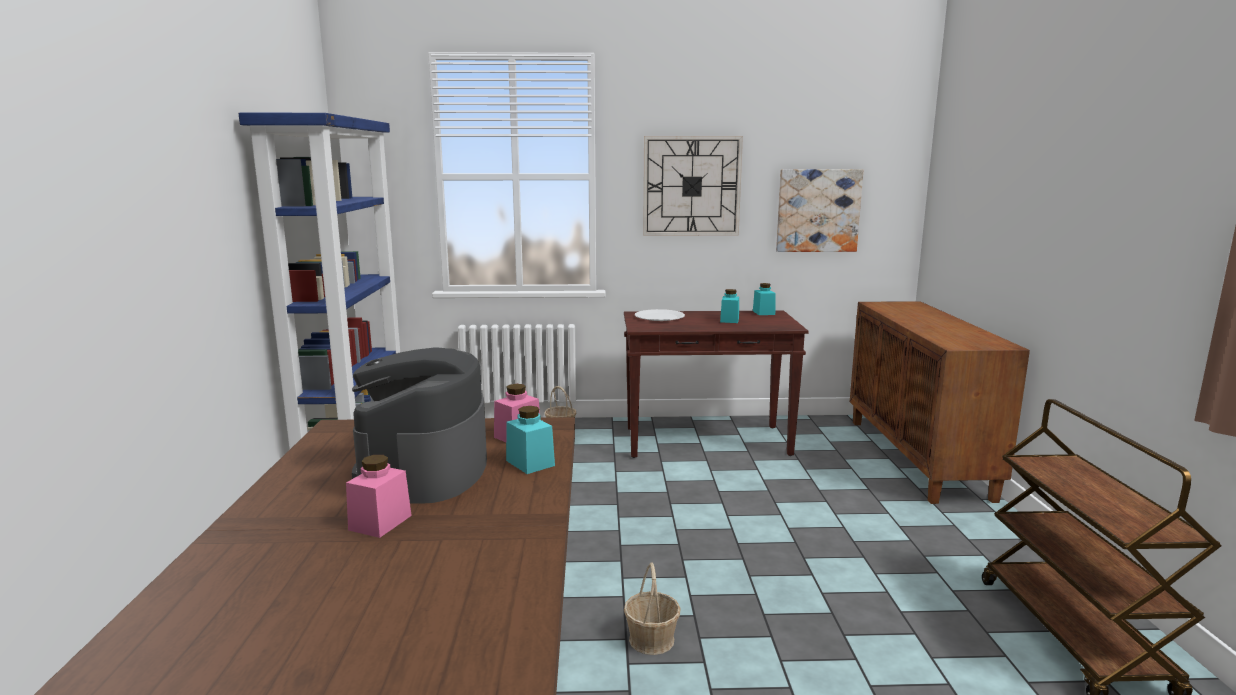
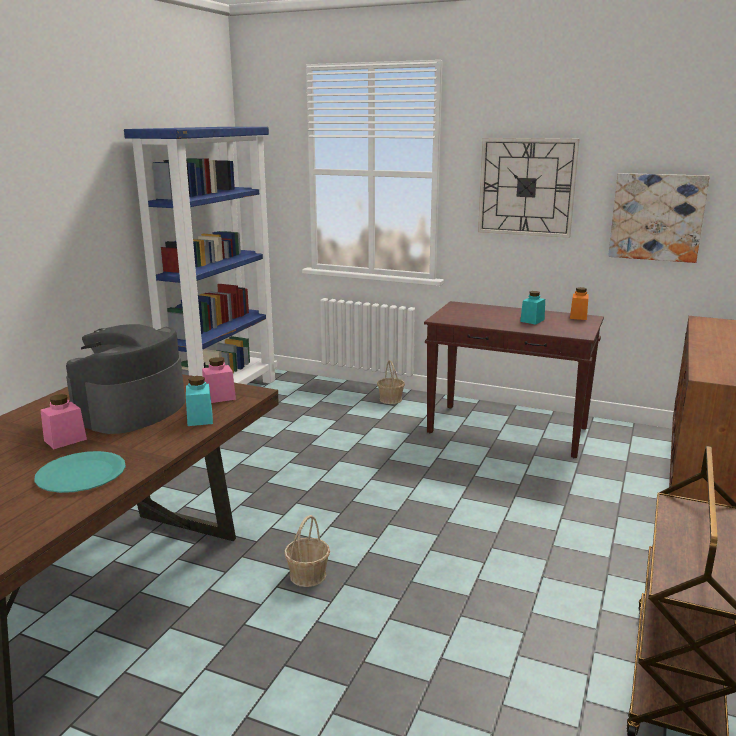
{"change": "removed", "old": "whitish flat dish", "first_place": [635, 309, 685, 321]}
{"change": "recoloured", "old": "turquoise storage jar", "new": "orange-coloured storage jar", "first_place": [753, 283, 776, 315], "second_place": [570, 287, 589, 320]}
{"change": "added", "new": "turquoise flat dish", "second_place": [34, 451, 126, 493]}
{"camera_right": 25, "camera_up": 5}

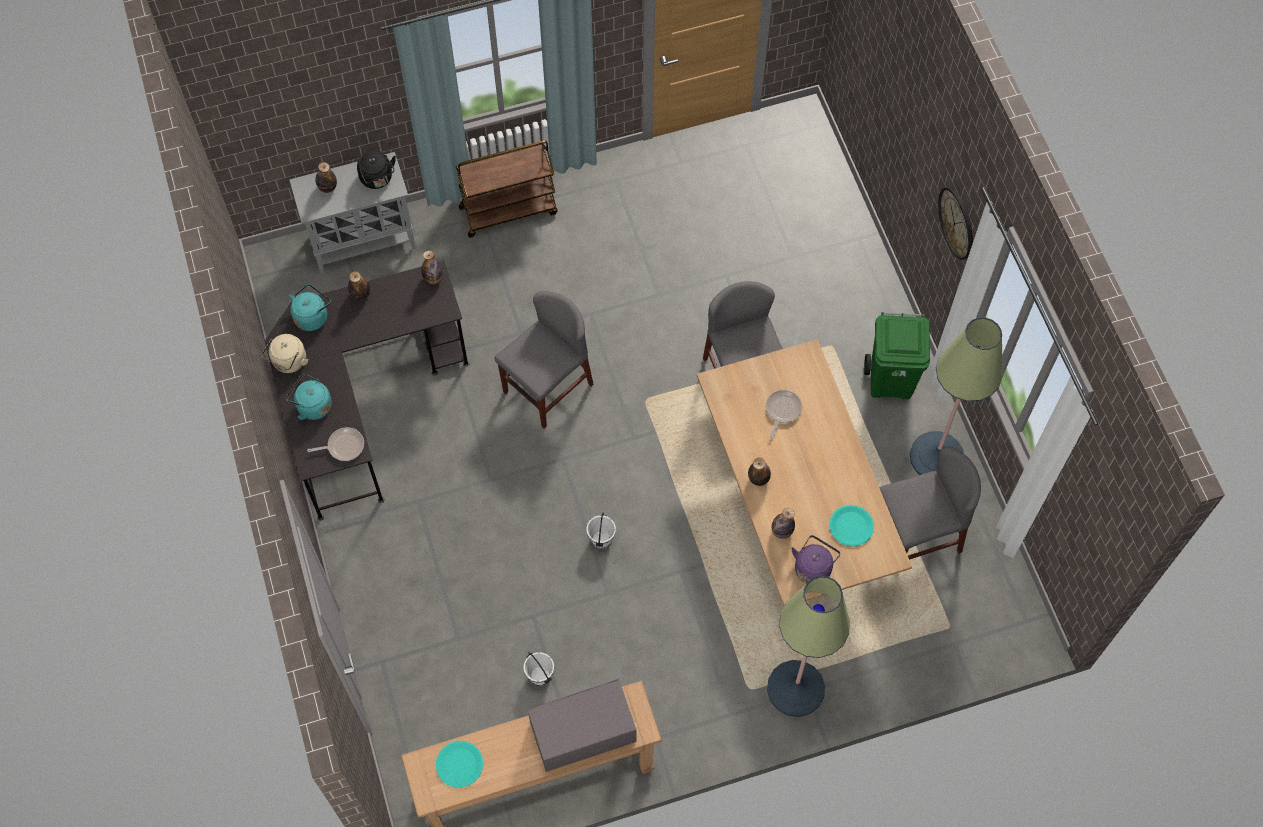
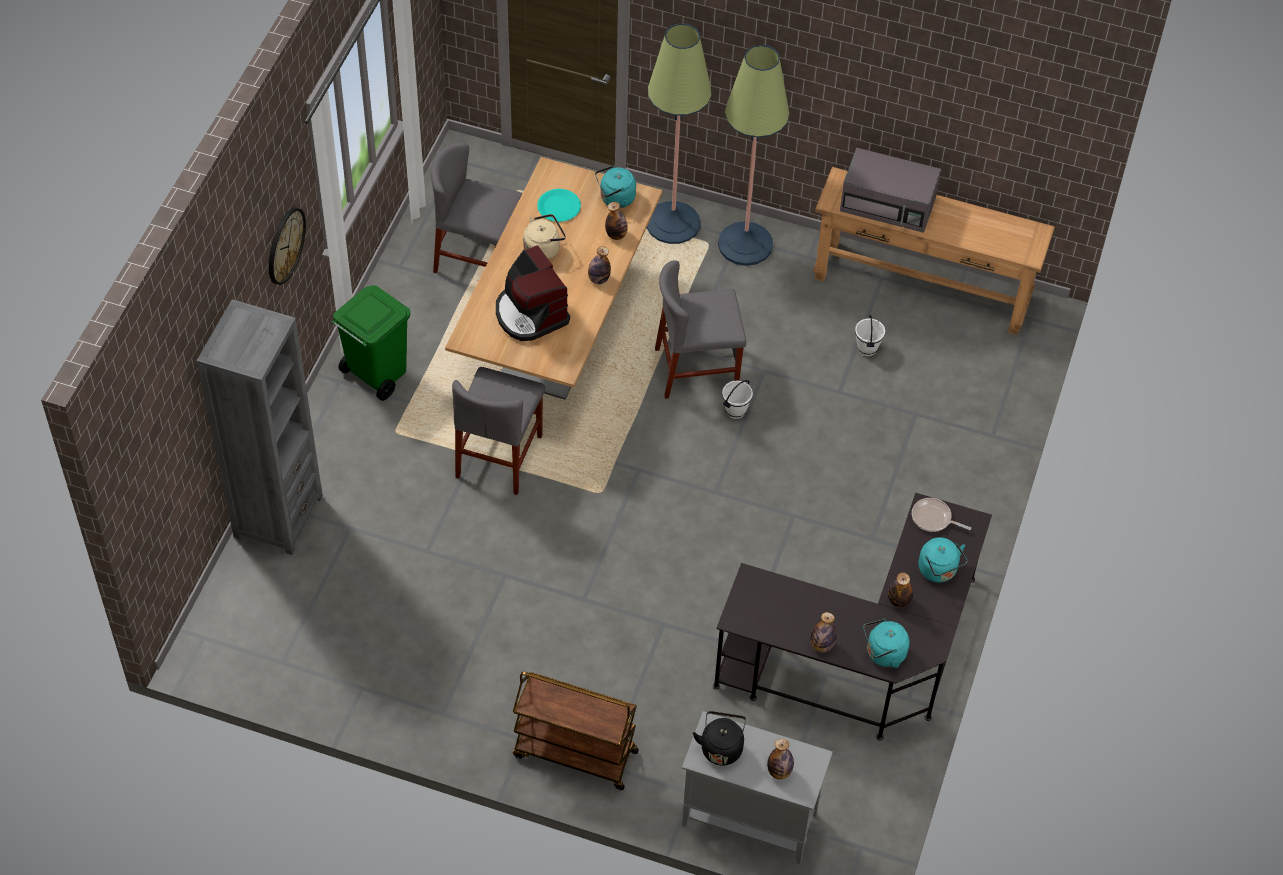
{"change": "moved", "old": "beige kettle", "first_place": [261, 334, 308, 373], "second_place": [523, 214, 566, 260]}
{"change": "moved", "old": "beverage bottle", "first_place": [421, 250, 443, 284], "second_place": [888, 573, 913, 608]}
{"change": "removed", "old": "turquoise flat dish", "first_place": [436, 741, 483, 788]}
{"change": "moved", "old": "greyish chair", "first_place": [495, 291, 594, 429], "second_place": [655, 260, 746, 399]}
{"change": "replaced", "old": "pan", "new": "coffee maker", "first_place": [766, 390, 802, 438], "second_place": [496, 245, 570, 341]}
{"change": "recoloured", "old": "purple-coloured kettle", "new": "turquoise kettle", "first_place": [791, 535, 840, 583], "second_place": [595, 165, 636, 208]}
{"change": "moved", "old": "standing lamp", "first_place": [909, 317, 1003, 475], "second_place": [718, 45, 790, 266]}
{"change": "added", "new": "greyish bookshelf", "second_place": [197, 299, 323, 555]}
{"camera_right": -145, "camera_up": -10}

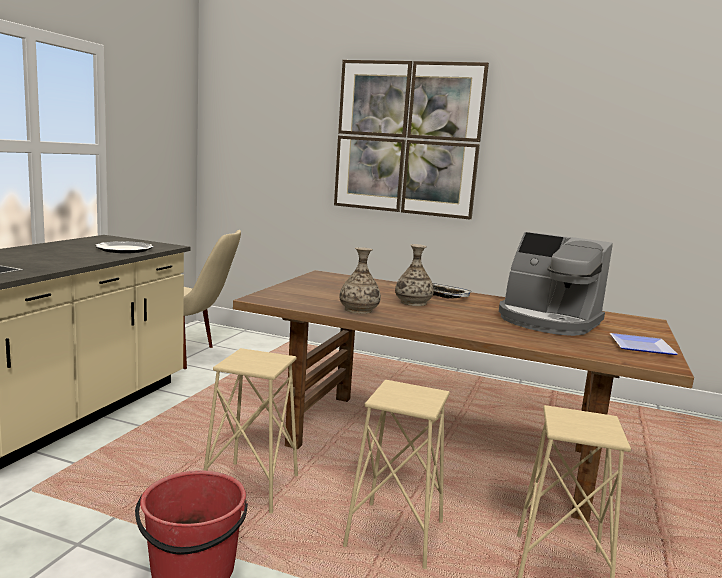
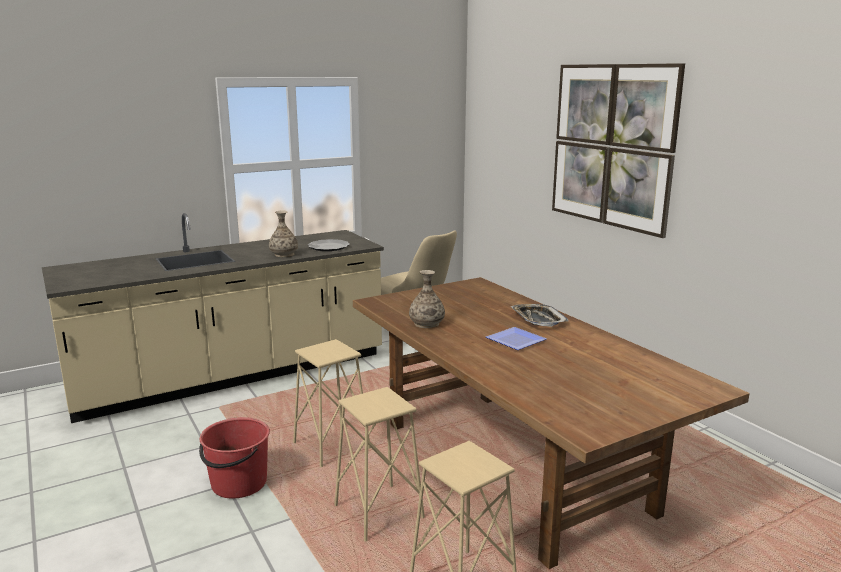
{"change": "moved", "old": "vase", "first_place": [395, 244, 434, 306], "second_place": [269, 211, 298, 257]}
{"change": "removed", "old": "coffee maker", "first_place": [499, 232, 613, 336]}
{"change": "moved", "old": "flat dish", "first_place": [610, 333, 678, 355], "second_place": [486, 327, 547, 350]}
{"camera_right": 40, "camera_up": 5}

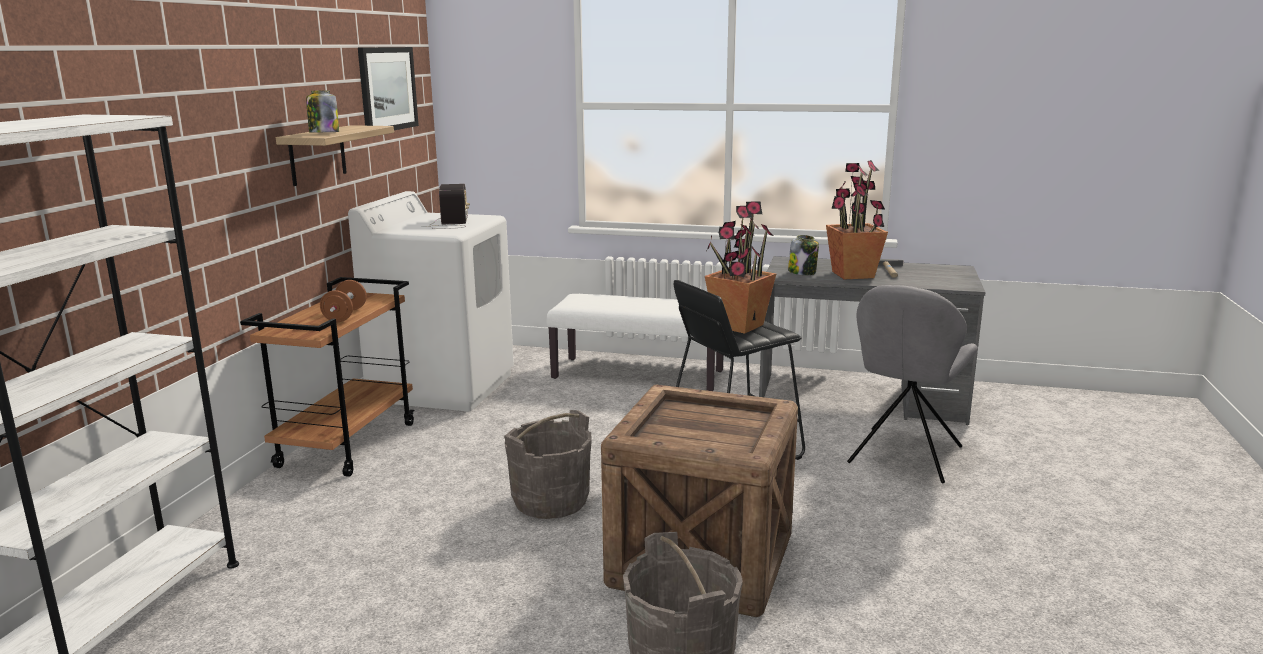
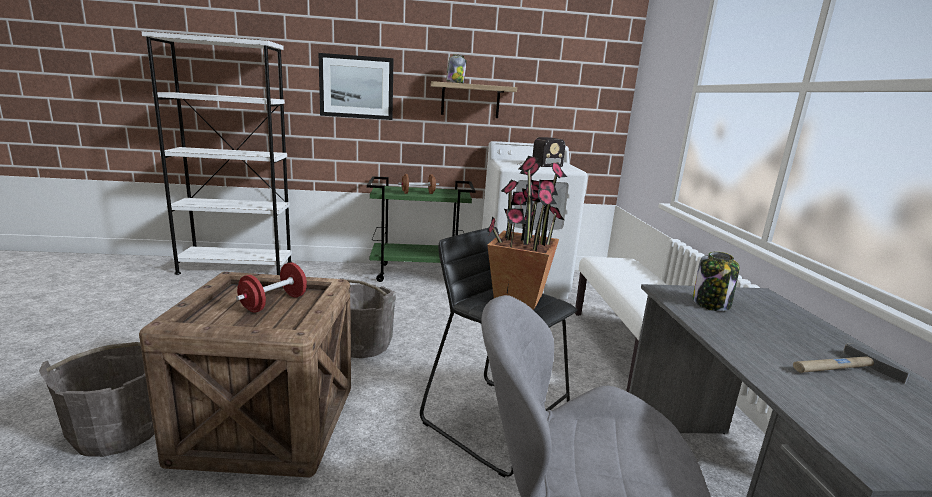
{"change": "recoloured", "old": "brownish trolley", "new": "greenish trolley", "first_place": [240, 277, 415, 477], "second_place": [367, 176, 475, 282]}
{"change": "moved", "old": "picture", "first_place": [358, 47, 419, 130], "second_place": [319, 53, 394, 120]}
{"change": "removed", "old": "houseplant", "first_place": [826, 160, 888, 280]}
{"change": "added", "new": "red hand weight", "second_place": [236, 262, 307, 313]}
{"camera_right": 70, "camera_up": 0}

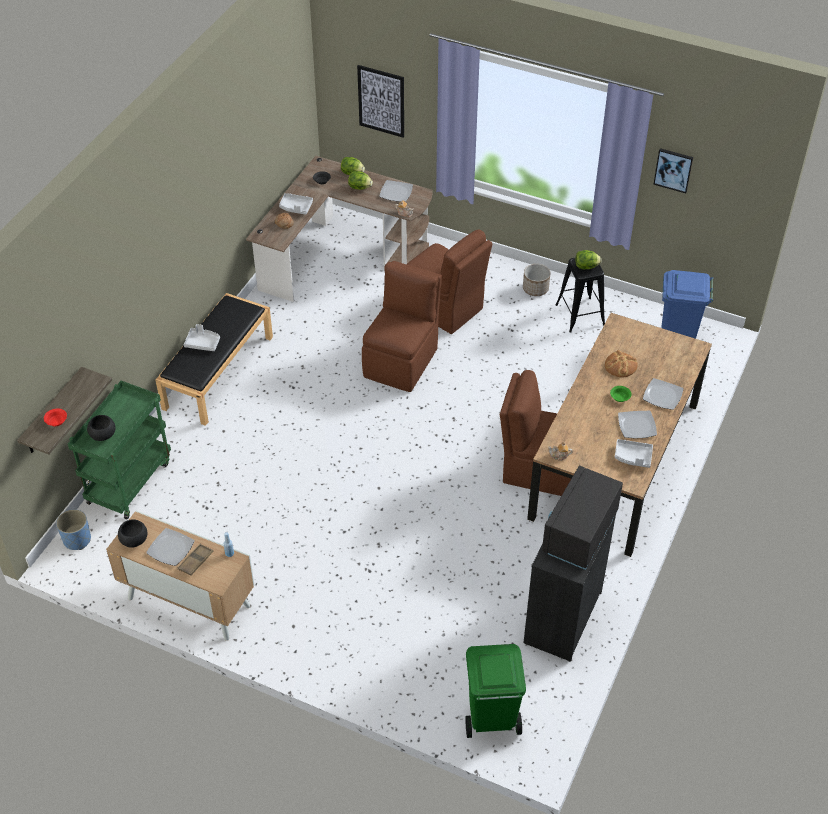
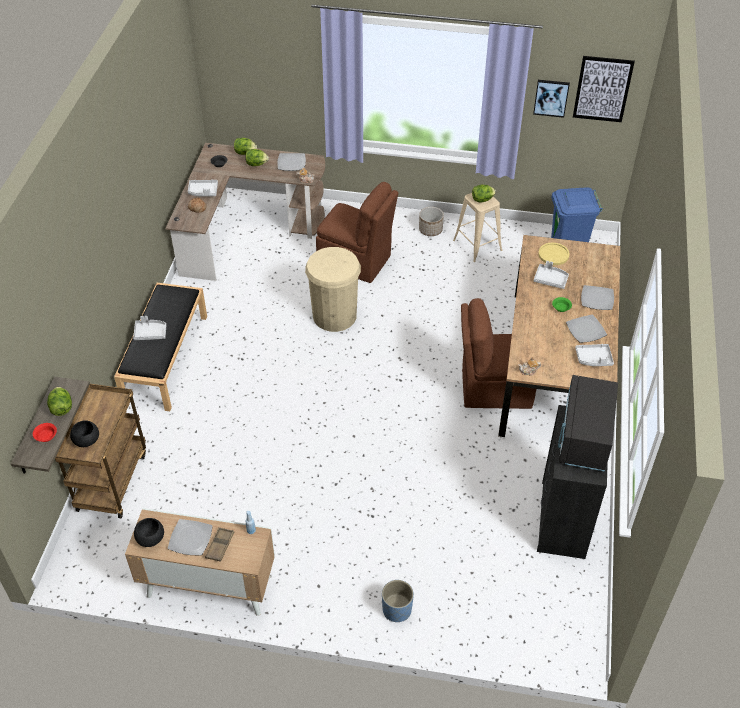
{"change": "moved", "old": "blue plant pot", "first_place": [56, 510, 91, 550], "second_place": [382, 580, 414, 622]}
{"change": "recoloured", "old": "greenish trolley", "new": "brownish trolley", "first_place": [68, 381, 171, 520], "second_place": [55, 384, 146, 518]}
{"change": "moved", "old": "picture", "first_place": [357, 65, 404, 138], "second_place": [573, 56, 635, 122]}
{"change": "replaced", "old": "brownish chair", "new": "beige rubbish bin", "first_place": [362, 261, 442, 392], "second_place": [305, 247, 361, 332]}
{"change": "removed", "old": "greenish rubbish bin", "first_place": [465, 644, 526, 738]}
{"change": "recoloured", "old": "blackish sitting stool", "new": "beige sitting stool", "first_place": [556, 258, 605, 333], "second_place": [453, 193, 502, 262]}
{"change": "replaced", "old": "bakery bread", "new": "greyish serving tray", "first_place": [605, 350, 638, 378], "second_place": [534, 261, 569, 289]}
{"change": "added", "new": "lettuce", "second_place": [47, 387, 72, 416]}
{"change": "added", "new": "yellow flat dish", "second_place": [538, 243, 570, 265]}
{"camera_right": -15, "camera_up": 0}

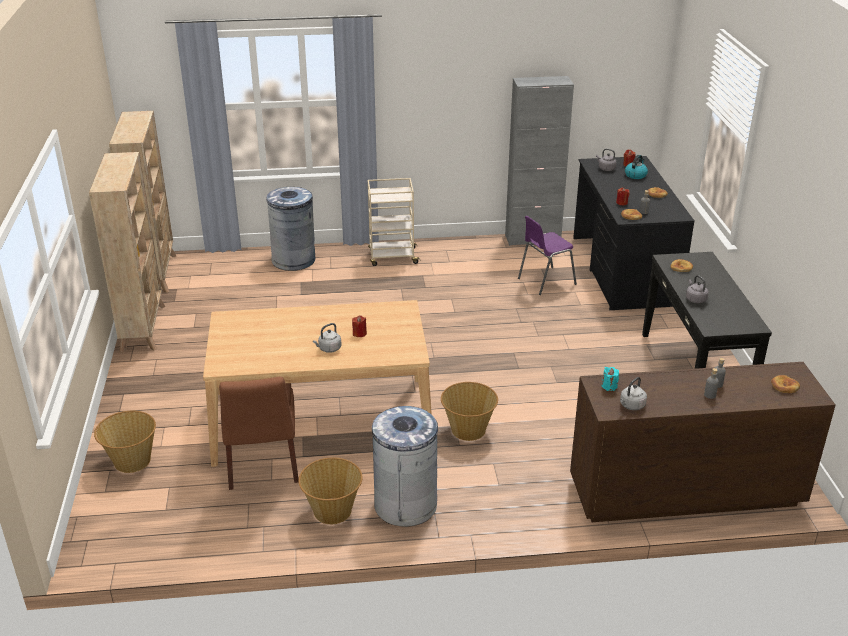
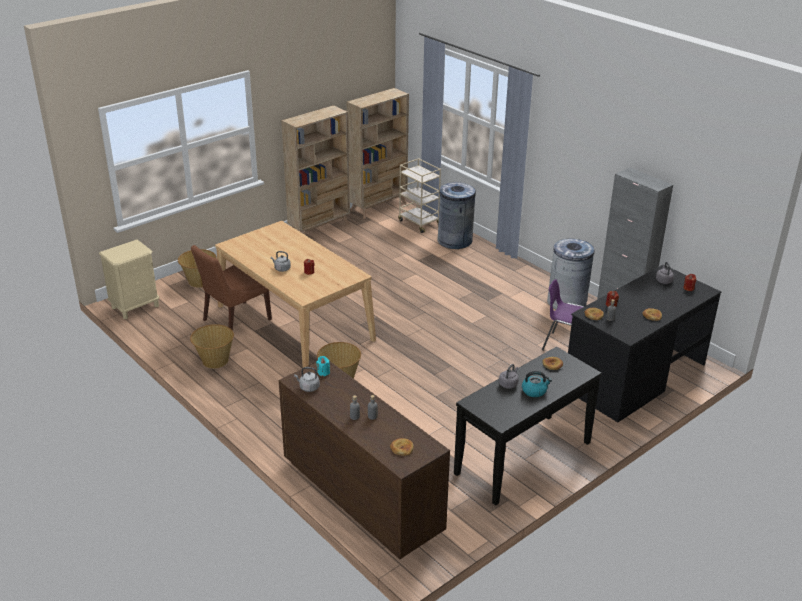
{"change": "moved", "old": "beige trolley", "first_place": [368, 178, 421, 266], "second_place": [398, 158, 441, 233]}
{"change": "moved", "old": "greyish rubbish bin", "first_place": [372, 406, 440, 527], "second_place": [547, 239, 594, 310]}
{"change": "moved", "old": "kettle", "first_place": [625, 155, 648, 179], "second_place": [522, 371, 552, 397]}
{"change": "added", "new": "beige bedside table", "second_place": [99, 240, 160, 319]}
{"camera_right": 55, "camera_up": 0}

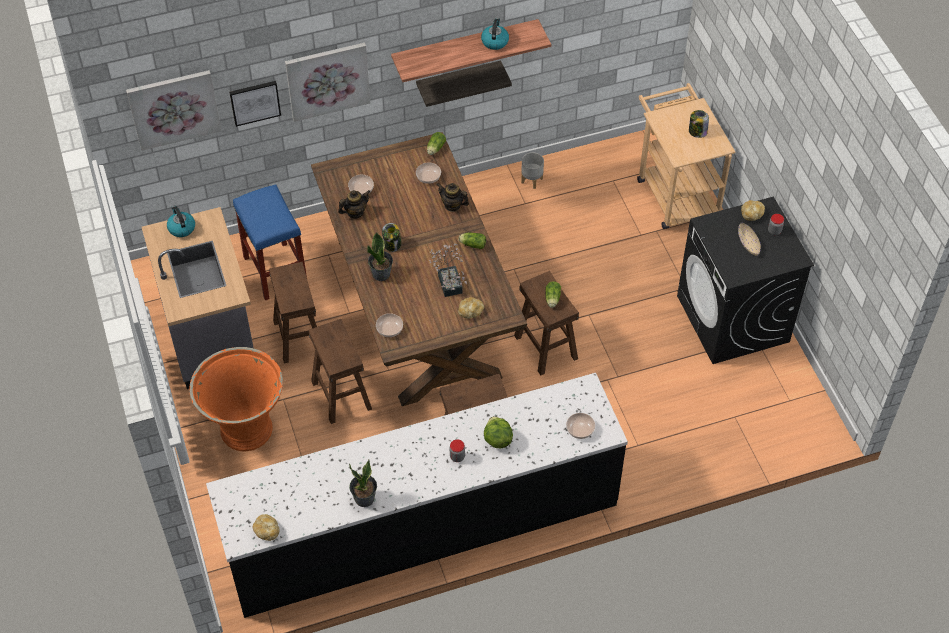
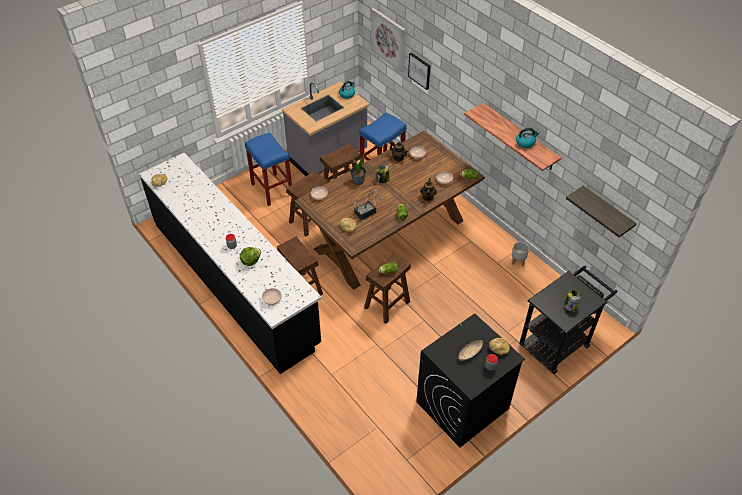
{"change": "replaced", "old": "orange-coloured plant pot", "new": "blue sitting stool", "first_place": [189, 347, 283, 451], "second_place": [245, 133, 292, 206]}
{"change": "removed", "old": "picture", "first_place": [285, 43, 370, 122]}
{"change": "removed", "old": "houseplant", "first_place": [349, 460, 377, 507]}
{"change": "moved", "old": "wall shelf", "first_place": [416, 61, 512, 107], "second_place": [566, 186, 637, 238]}
{"change": "recoloured", "old": "beige trolley", "new": "blackish trolley", "first_place": [637, 83, 736, 229], "second_place": [519, 266, 617, 374]}
{"camera_right": 70, "camera_up": -5}

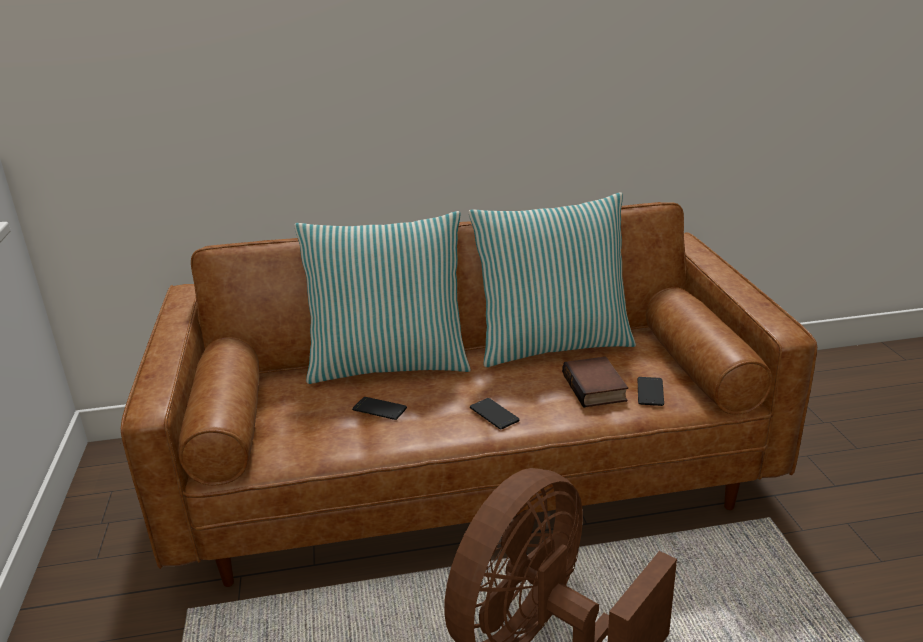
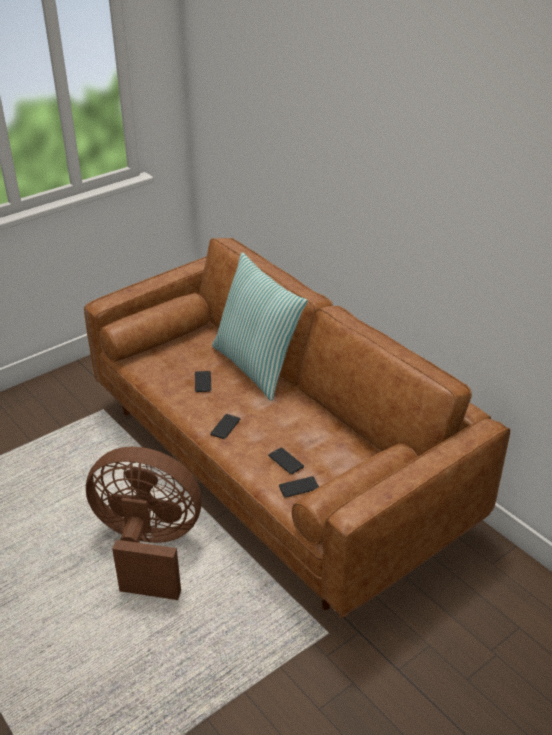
{"change": "removed", "old": "cushion", "first_place": [468, 192, 636, 367]}
{"change": "replaced", "old": "book", "new": "handset", "first_place": [562, 356, 628, 408], "second_place": [268, 448, 304, 474]}
{"camera_right": 60, "camera_up": 10}

